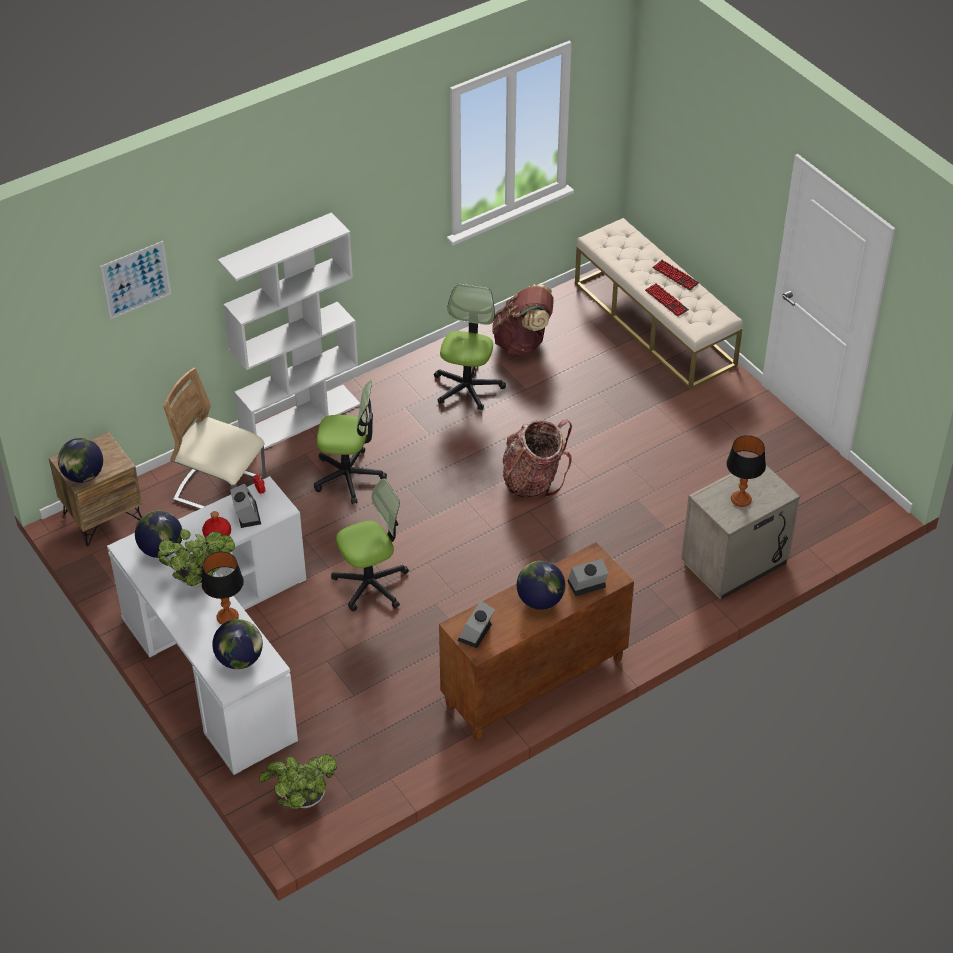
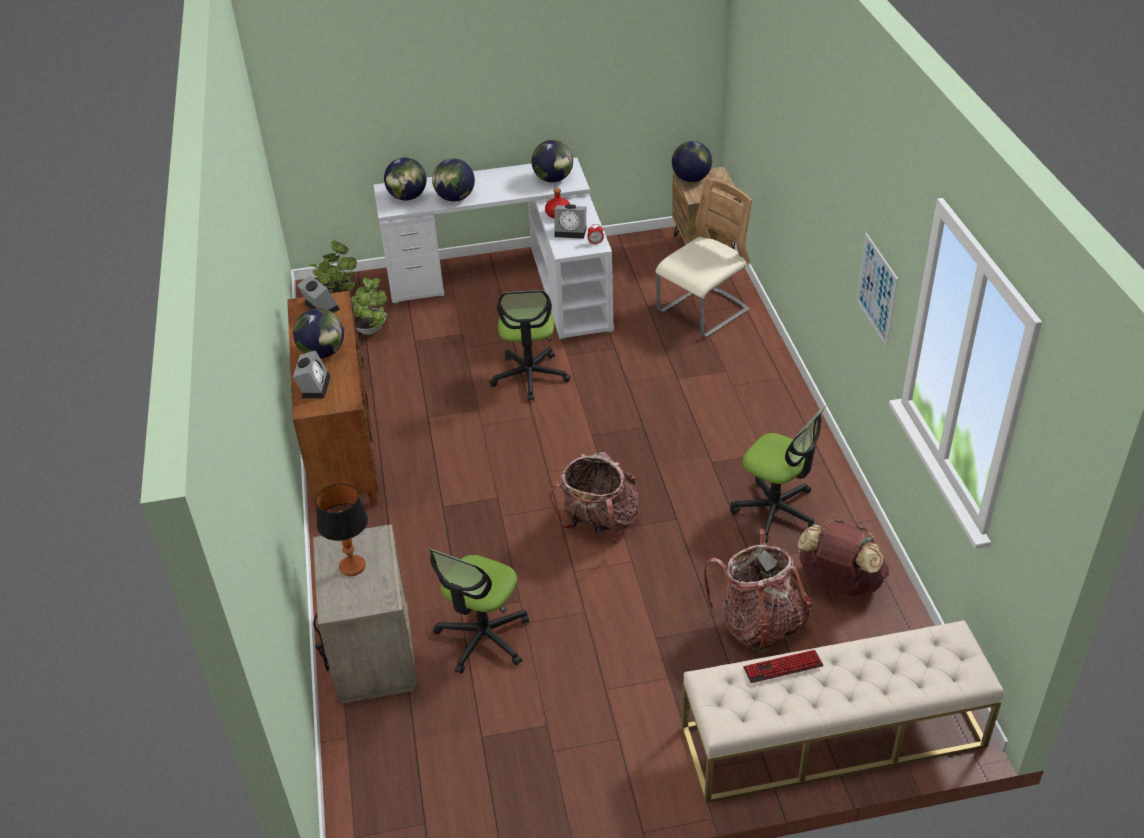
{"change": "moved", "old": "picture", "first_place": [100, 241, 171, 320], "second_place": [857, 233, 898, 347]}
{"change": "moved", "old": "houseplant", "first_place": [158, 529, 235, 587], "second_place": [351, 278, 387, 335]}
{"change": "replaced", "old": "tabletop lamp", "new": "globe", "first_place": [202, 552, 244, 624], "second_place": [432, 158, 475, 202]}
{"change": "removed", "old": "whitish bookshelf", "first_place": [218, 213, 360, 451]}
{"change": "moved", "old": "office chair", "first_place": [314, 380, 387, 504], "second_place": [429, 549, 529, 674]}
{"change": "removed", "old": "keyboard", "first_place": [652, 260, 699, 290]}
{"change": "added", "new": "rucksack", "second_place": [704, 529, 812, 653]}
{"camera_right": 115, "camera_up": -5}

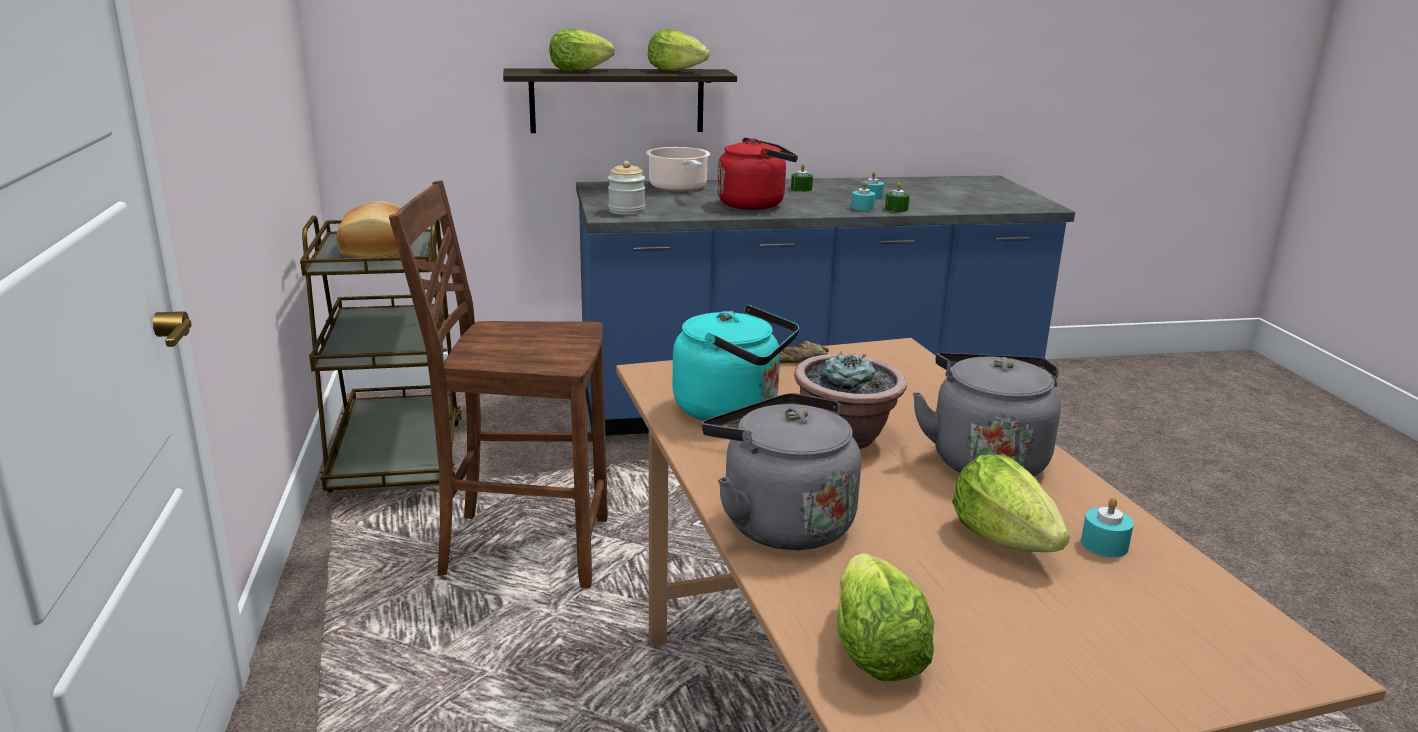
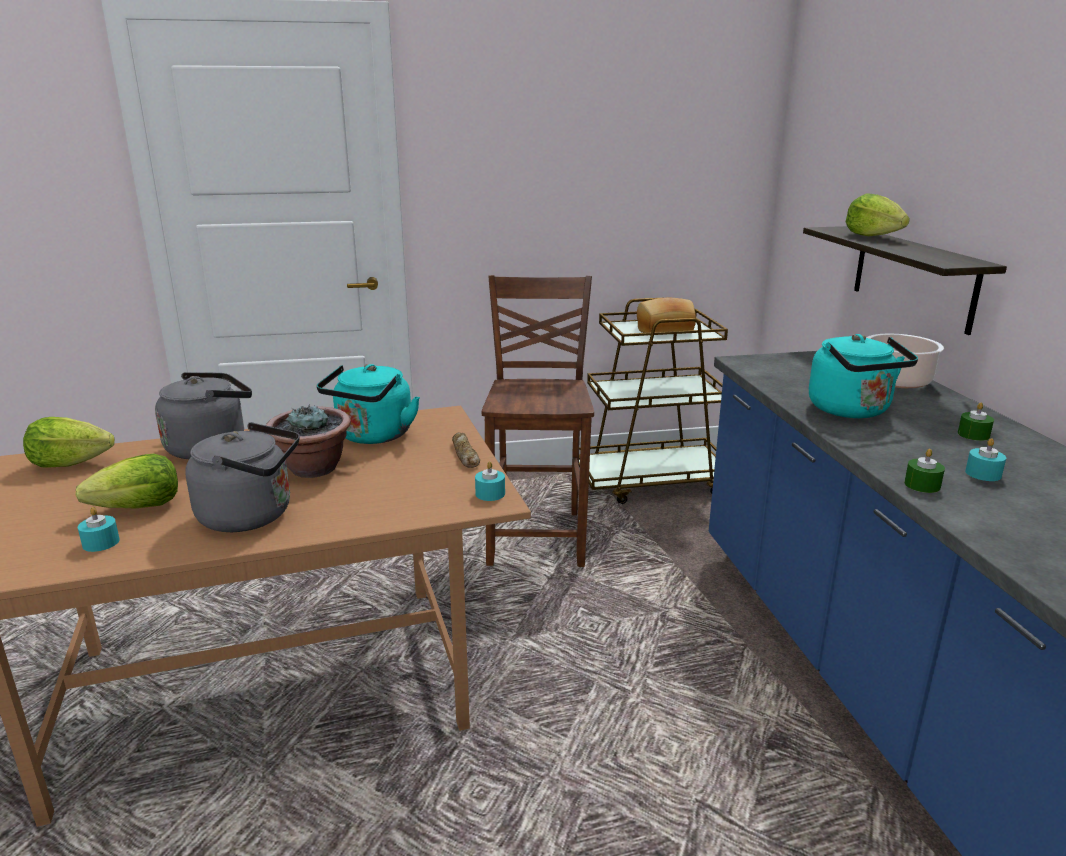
{"change": "removed", "old": "storage jar", "first_place": [608, 161, 645, 215]}
{"change": "removed", "old": "lettuce", "first_place": [648, 29, 710, 71]}
{"change": "recoloured", "old": "red kettle", "new": "turquoise kettle", "first_place": [717, 138, 798, 210], "second_place": [809, 334, 918, 418]}
{"change": "moved", "old": "turquoise candle", "first_place": [851, 181, 875, 211], "second_place": [475, 462, 505, 501]}
{"camera_right": 90, "camera_up": 0}

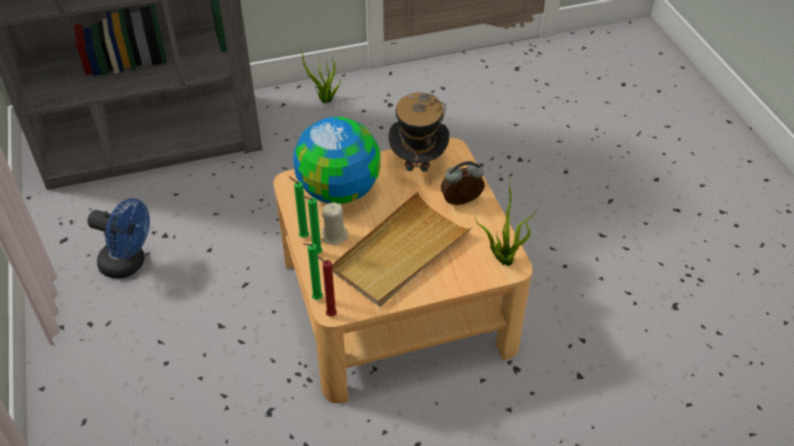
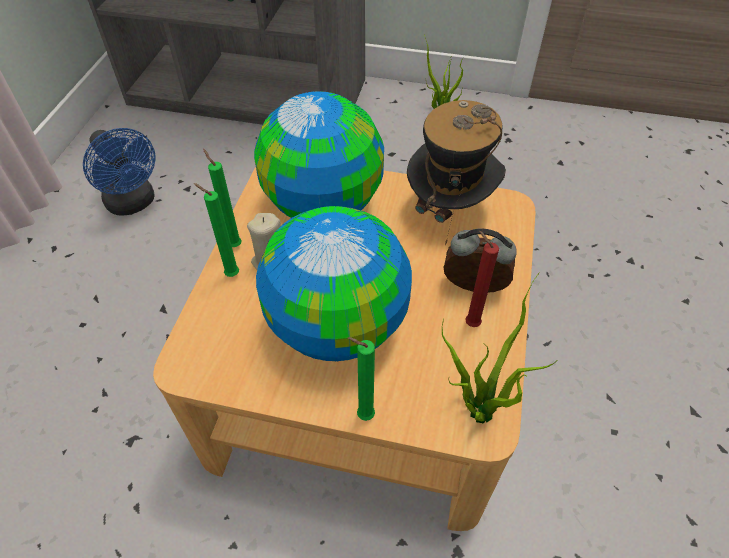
{"change": "moved", "old": "greenish candle", "first_place": [303, 243, 323, 300], "second_place": [348, 337, 375, 421]}
{"change": "moved", "old": "red candle", "first_place": [317, 256, 337, 317], "second_place": [465, 231, 499, 327]}
{"change": "replaced", "old": "beige serving tray", "new": "globe", "first_place": [332, 192, 473, 307], "second_place": [256, 206, 412, 361]}
{"camera_right": 30, "camera_up": 5}

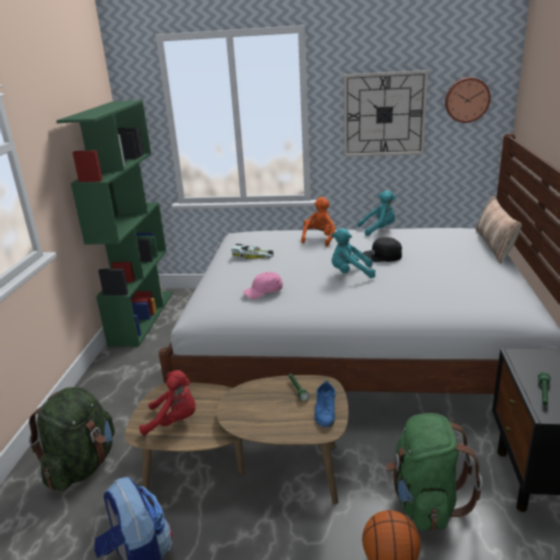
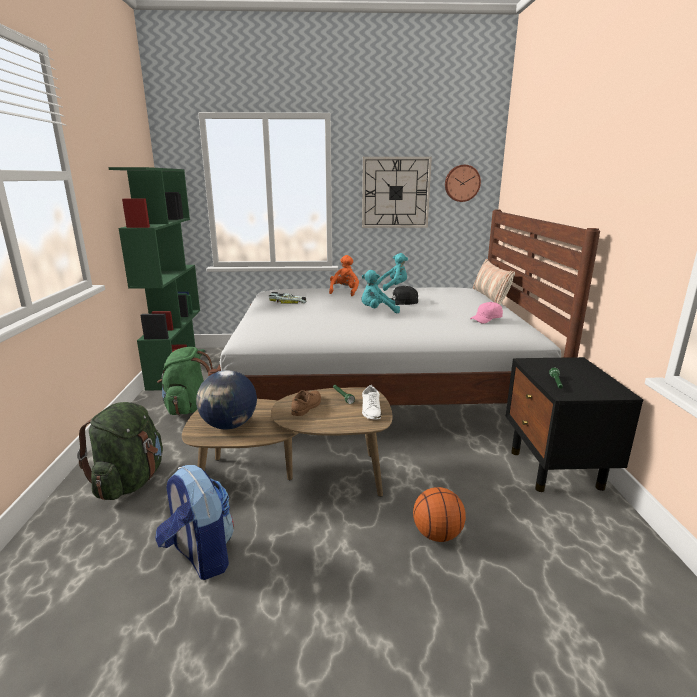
{"change": "replaced", "old": "red plush toy", "new": "globe", "first_place": [139, 370, 196, 435], "second_place": [196, 370, 257, 429]}
{"change": "moved", "old": "pink cap", "first_place": [243, 272, 283, 299], "second_place": [470, 302, 503, 324]}
{"change": "recoloured", "old": "blue shoe", "new": "whitish shoe", "first_place": [314, 381, 336, 427], "second_place": [362, 385, 381, 419]}
{"change": "moved", "old": "greenish rucksack", "first_place": [386, 413, 483, 531], "second_place": [157, 347, 213, 415]}
{"change": "added", "new": "brownish shoe", "second_place": [291, 390, 321, 416]}
{"camera_right": -10, "camera_up": -5}

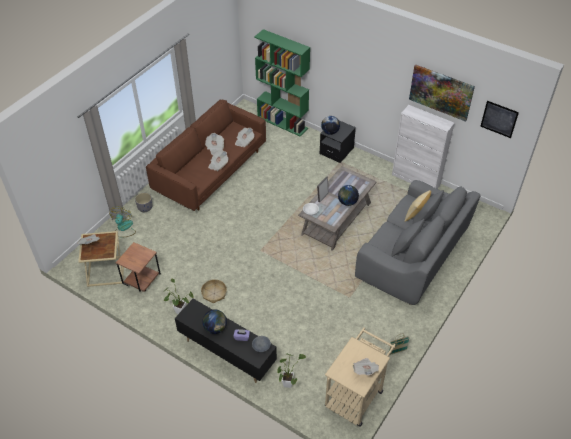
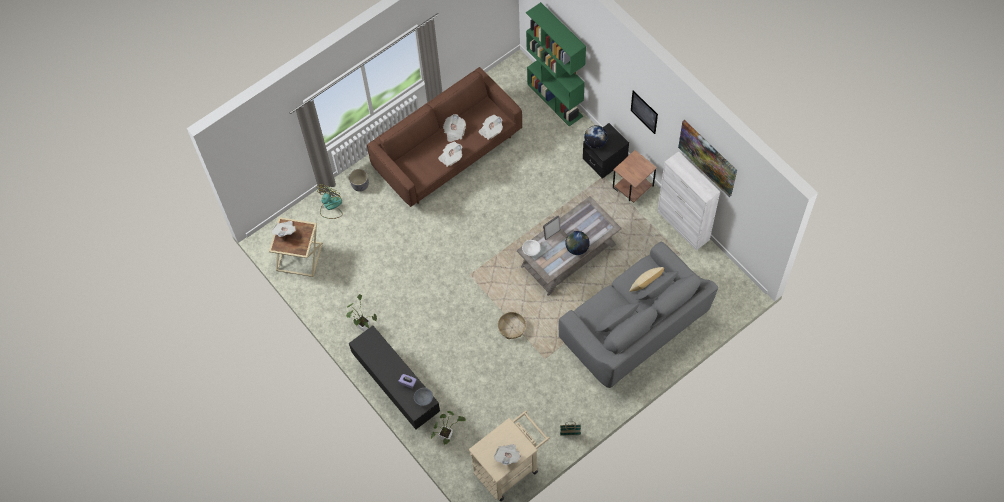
{"change": "moved", "old": "brownish end table", "first_place": [116, 242, 161, 292], "second_place": [613, 150, 657, 203]}
{"change": "moved", "old": "household basket", "first_place": [201, 279, 227, 303], "second_place": [498, 312, 526, 339]}
{"change": "removed", "old": "globe", "first_place": [202, 309, 227, 334]}
{"change": "moved", "old": "picture", "first_place": [480, 101, 519, 138], "second_place": [631, 91, 658, 134]}
{"camera_right": 20, "camera_up": 15}

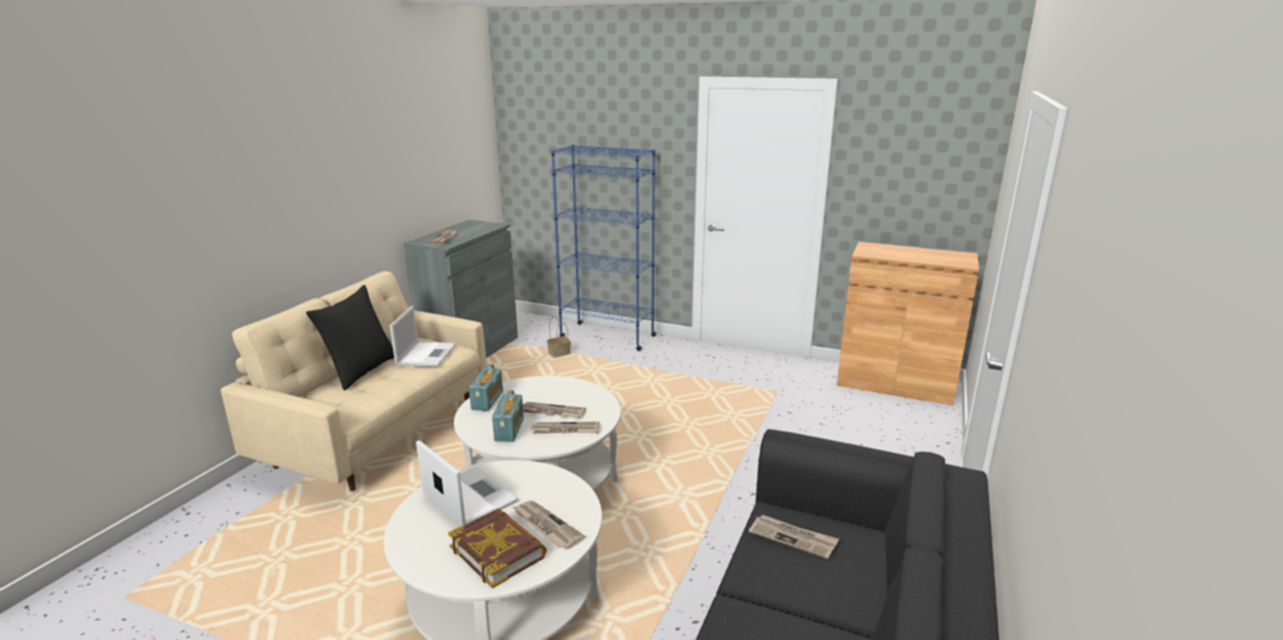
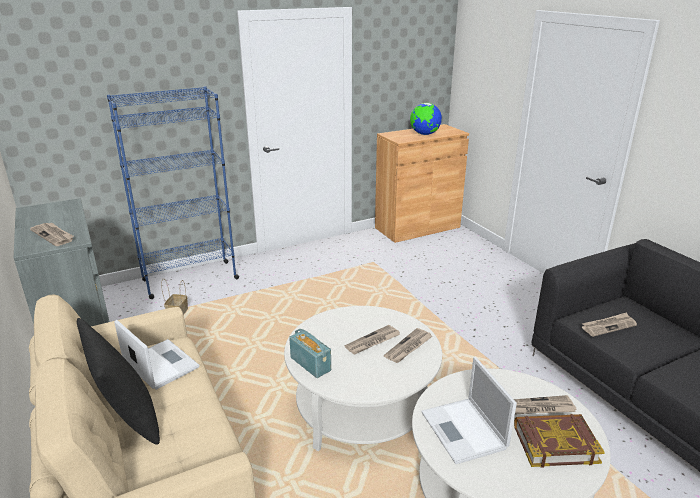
{"change": "turned", "old": "laptop", "first_place": [416, 440, 518, 526], "second_place": [421, 357, 517, 464], "degrees": -105}
{"change": "removed", "old": "radio", "first_place": [492, 390, 524, 442]}
{"change": "added", "new": "globe", "second_place": [410, 103, 442, 135]}
{"camera_right": -50, "camera_up": 5}

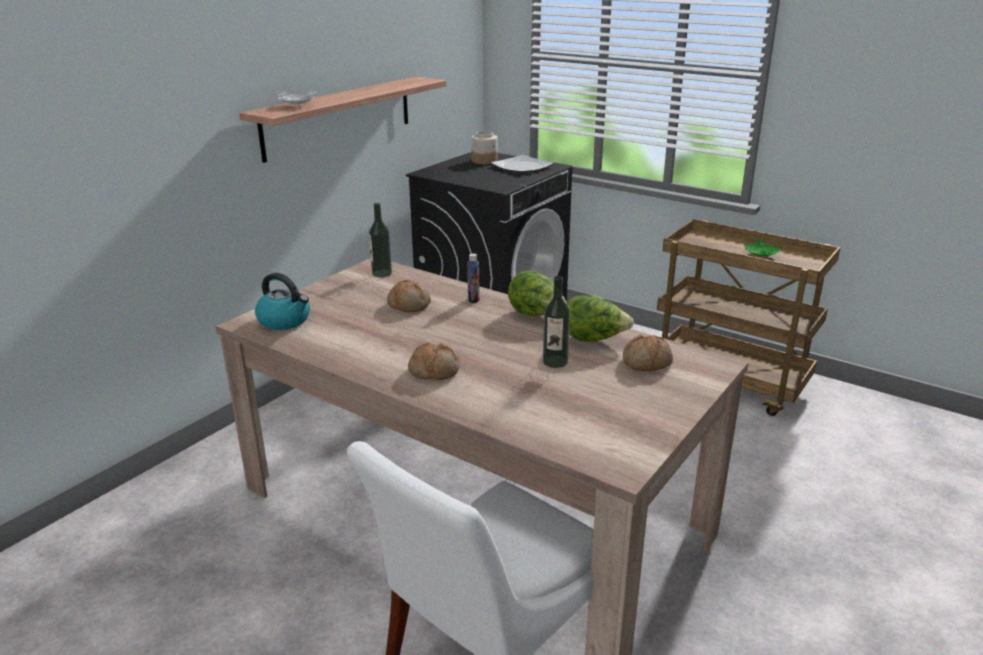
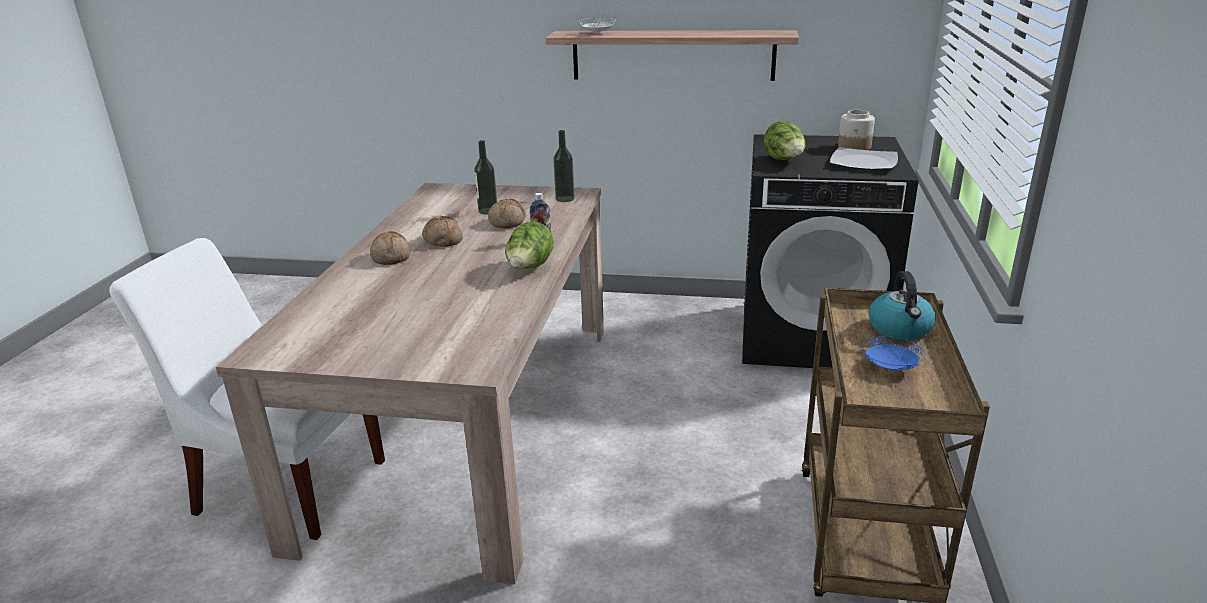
{"change": "moved", "old": "kettle", "first_place": [255, 273, 310, 330], "second_place": [869, 271, 936, 340]}
{"change": "moved", "old": "beverage bottle", "first_place": [543, 276, 570, 368], "second_place": [474, 140, 497, 215]}
{"change": "moved", "old": "lettuce", "first_place": [567, 295, 634, 342], "second_place": [764, 121, 806, 160]}
{"change": "moved", "old": "bakery bread", "first_place": [623, 334, 673, 371], "second_place": [422, 216, 463, 247]}
{"change": "recoloured", "old": "greenish flat dish", "new": "blue flat dish", "first_place": [743, 238, 782, 257], "second_place": [863, 336, 925, 370]}
{"camera_right": 65, "camera_up": 0}

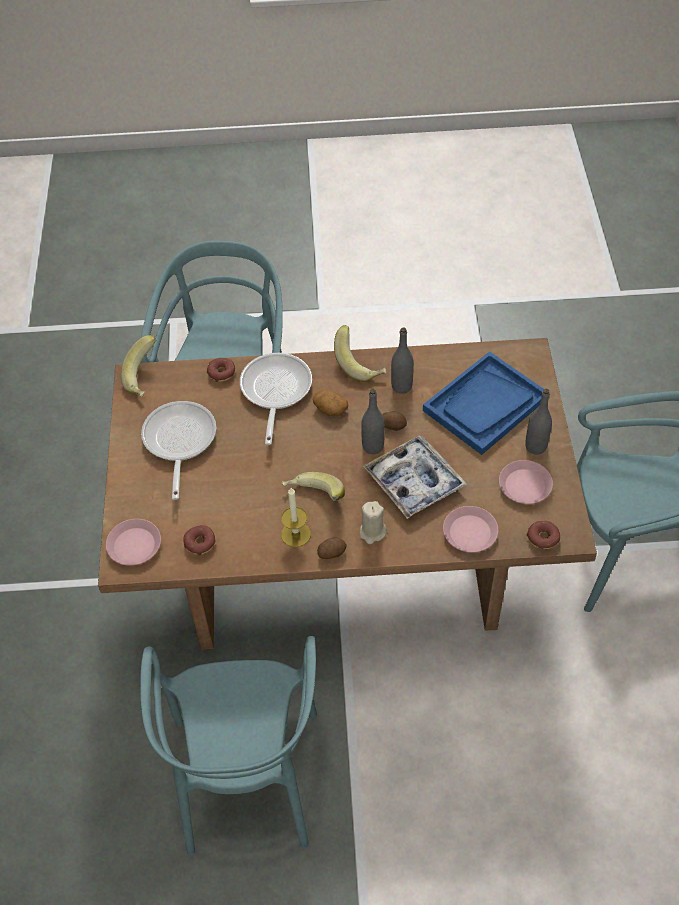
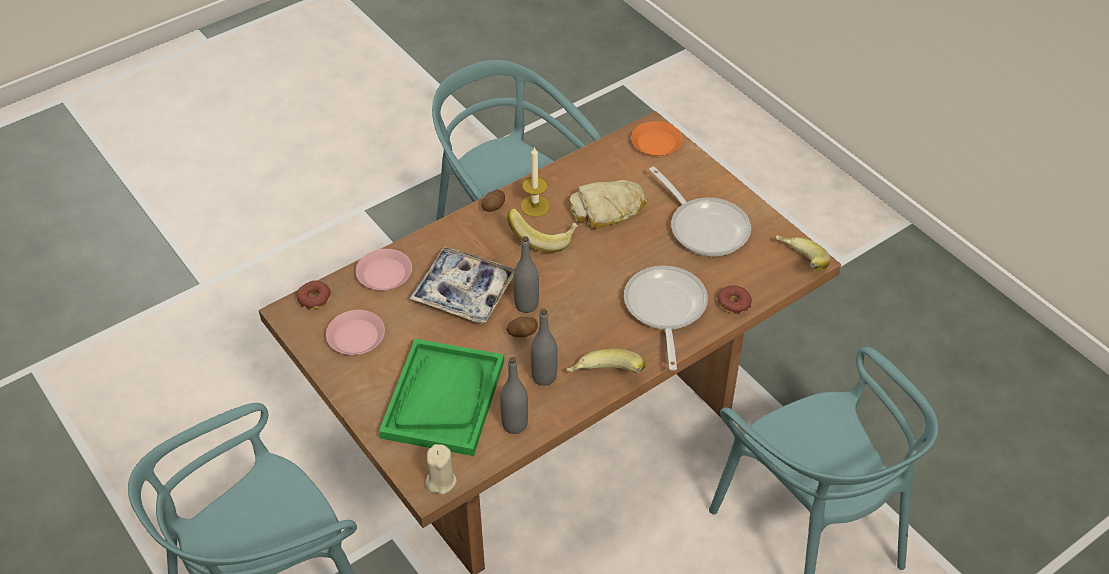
{"change": "recoloured", "old": "pink flat dish", "new": "orange-coloured flat dish", "first_place": [106, 519, 161, 566], "second_place": [631, 121, 683, 156]}
{"change": "removed", "old": "doughnut", "first_place": [183, 525, 215, 555]}
{"change": "turned", "old": "pan", "first_place": [240, 353, 312, 445], "second_place": [624, 265, 708, 371], "degrees": -150}
{"change": "removed", "old": "spud", "first_place": [313, 390, 348, 416]}
{"change": "moved", "old": "beige candle", "first_place": [359, 501, 387, 544], "second_place": [426, 444, 457, 495]}
{"change": "recoloured", "old": "blue serving tray", "new": "greenish serving tray", "first_place": [423, 351, 544, 455], "second_place": [379, 339, 504, 456]}
{"change": "moved", "old": "greyish beverage bottle", "first_place": [525, 389, 552, 455], "second_place": [500, 357, 528, 434]}
{"change": "added", "new": "bakery bread", "second_place": [570, 180, 647, 229]}
{"camera_right": 145, "camera_up": -5}

